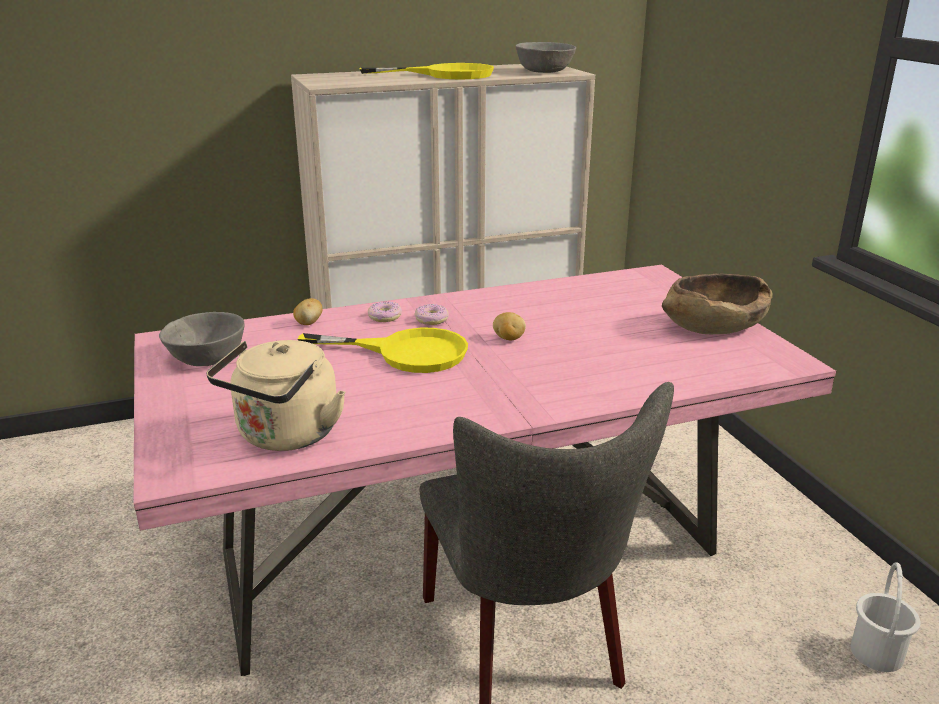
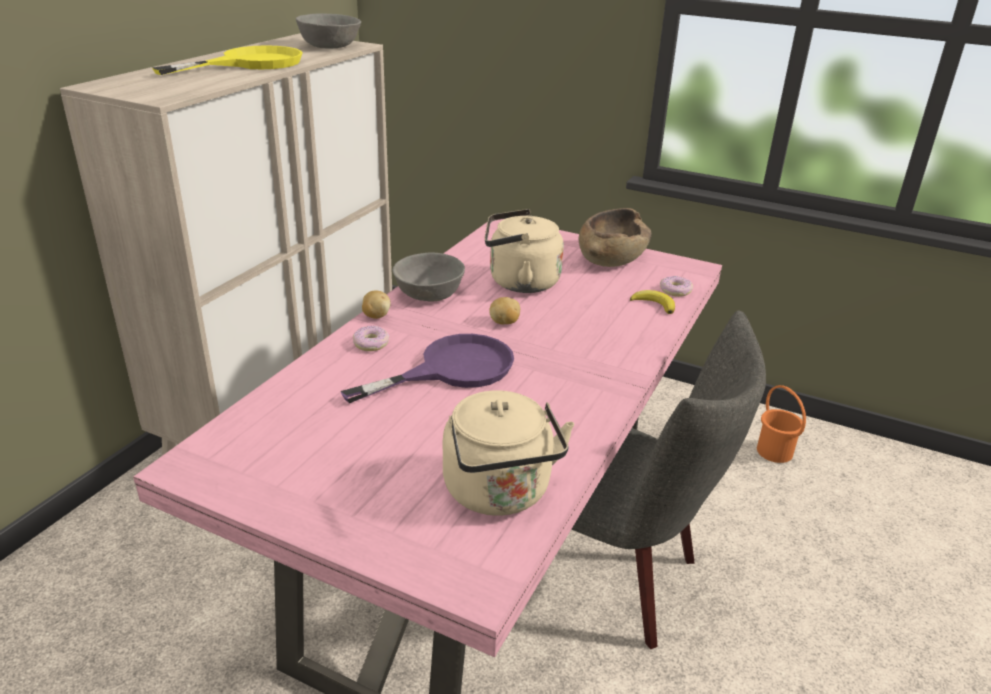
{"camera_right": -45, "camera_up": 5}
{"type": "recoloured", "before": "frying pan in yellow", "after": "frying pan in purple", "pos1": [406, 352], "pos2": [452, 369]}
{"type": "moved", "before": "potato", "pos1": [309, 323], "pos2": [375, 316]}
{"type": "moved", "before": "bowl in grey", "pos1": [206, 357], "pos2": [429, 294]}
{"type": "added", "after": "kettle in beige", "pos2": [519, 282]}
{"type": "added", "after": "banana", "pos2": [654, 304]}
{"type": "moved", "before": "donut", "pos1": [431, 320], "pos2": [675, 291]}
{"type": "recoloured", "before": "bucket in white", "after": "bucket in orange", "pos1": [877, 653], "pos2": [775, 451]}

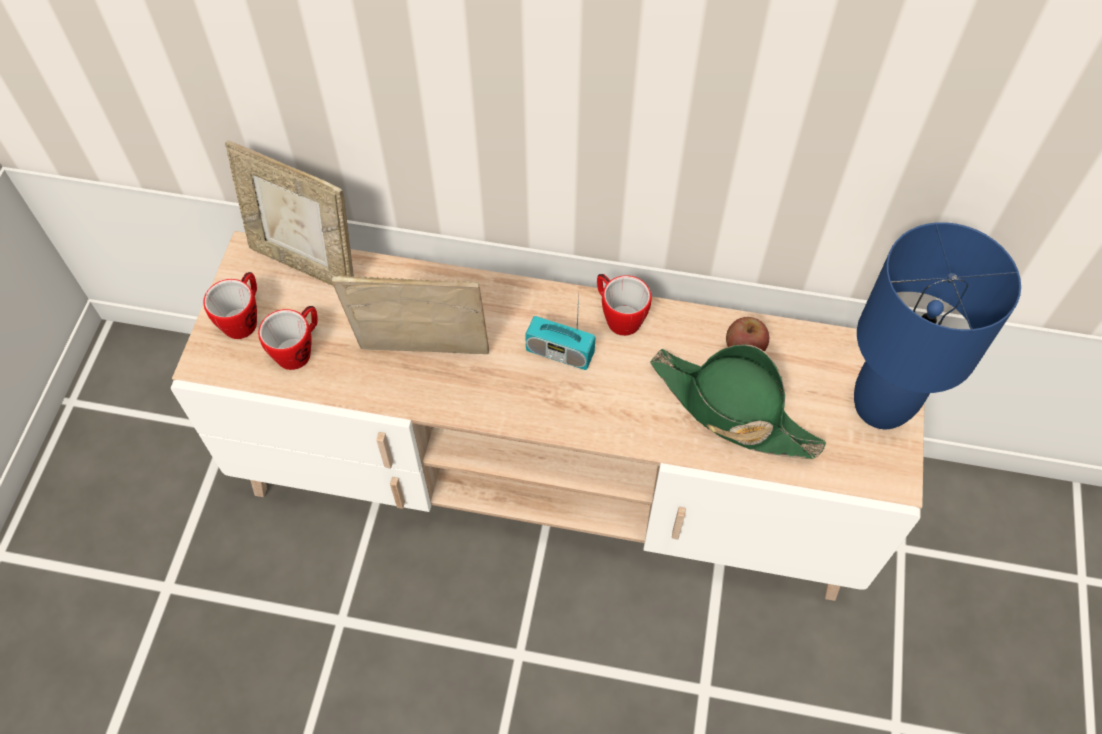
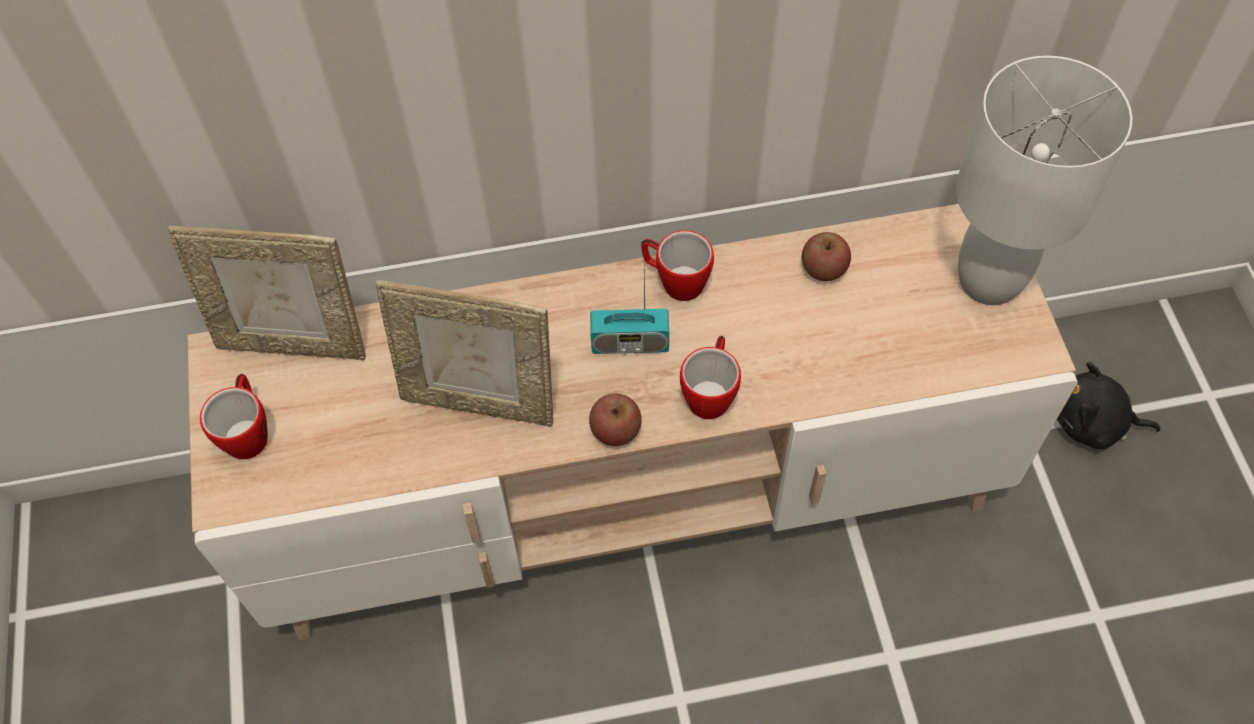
{"camera_right": -20, "camera_up": 0}
{"type": "turned", "before": "picture frame", "pos1": [423, 357], "pos2": [480, 401], "turn": -150}
{"type": "added", "after": "apple", "pos2": [615, 430]}
{"type": "moved", "before": "mug", "pos1": [299, 349], "pos2": [710, 392]}
{"type": "recoloured", "before": "table lamp in blue", "after": "table lamp in white", "pos1": [880, 407], "pos2": [988, 282]}
{"type": "added", "after": "plush toy in black", "pos2": [1092, 423]}
{"type": "removed", "before": "hat in green", "pos1": [732, 409]}

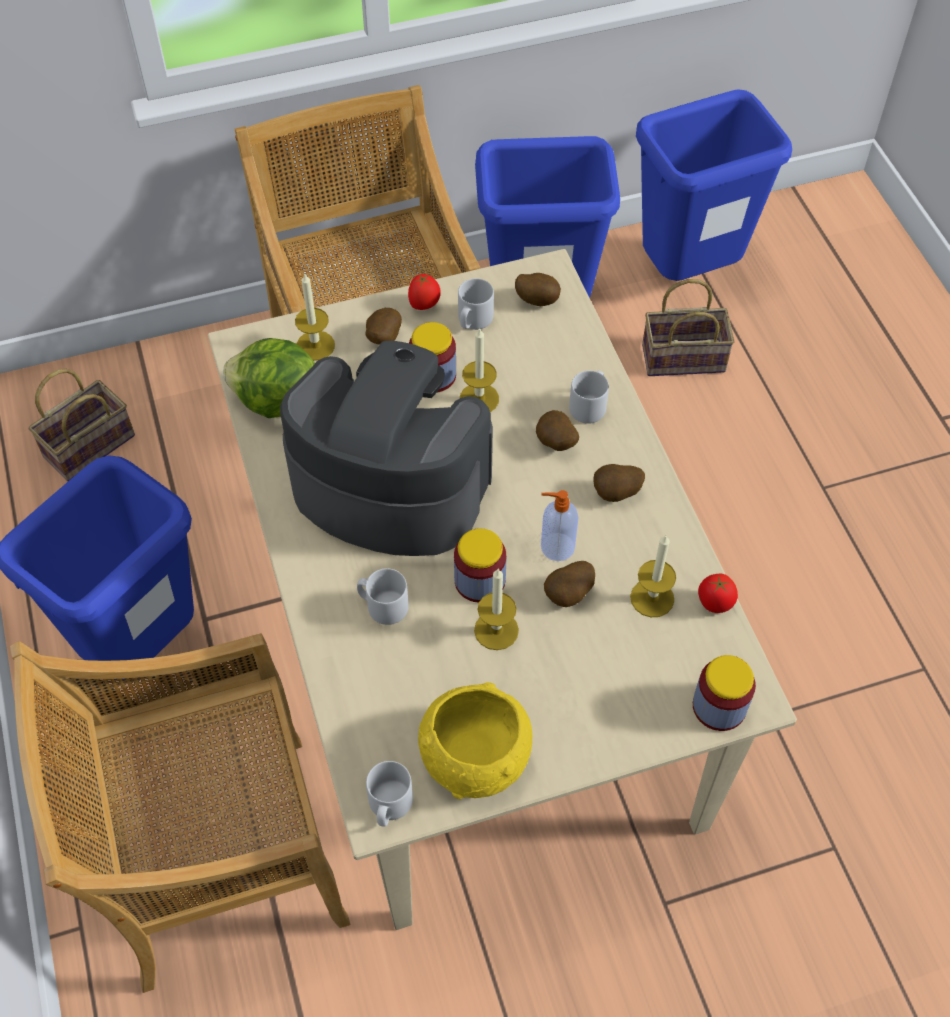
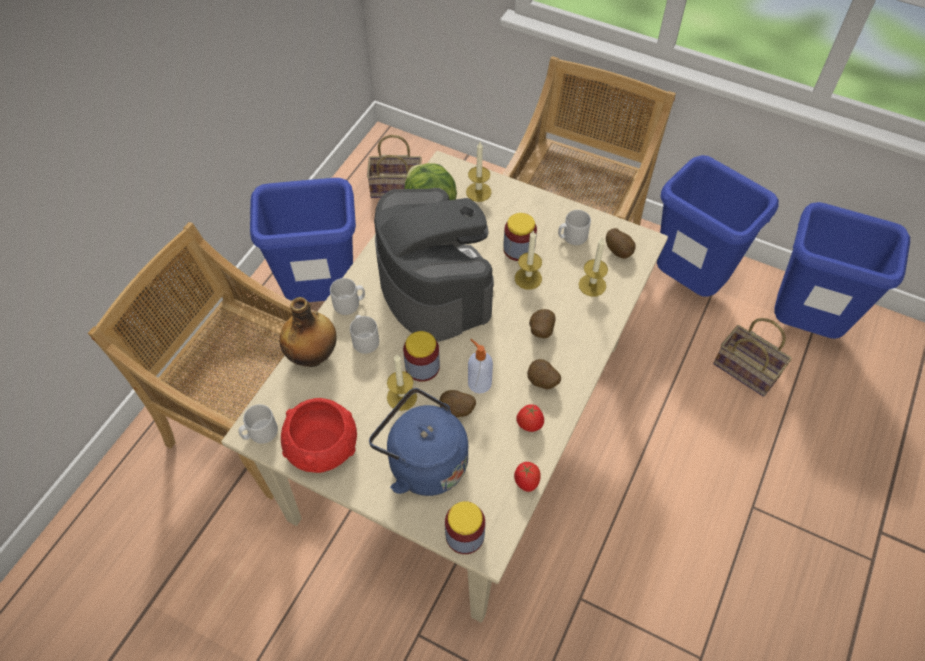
{"camera_right": 45, "camera_up": 0}
{"type": "added", "after": "bottle", "pos2": [313, 355]}
{"type": "recoloured", "before": "bowl in yellow", "after": "bowl in red", "pos1": [475, 755], "pos2": [322, 446]}
{"type": "moved", "before": "mug in grey", "pos1": [589, 406], "pos2": [349, 304]}
{"type": "added", "after": "kettle in blue", "pos2": [423, 462]}
{"type": "moved", "before": "tomato", "pos1": [424, 305], "pos2": [529, 425]}
{"type": "moved", "before": "candle", "pos1": [652, 598], "pos2": [592, 285]}
{"type": "removed", "before": "potato", "pos1": [383, 339]}

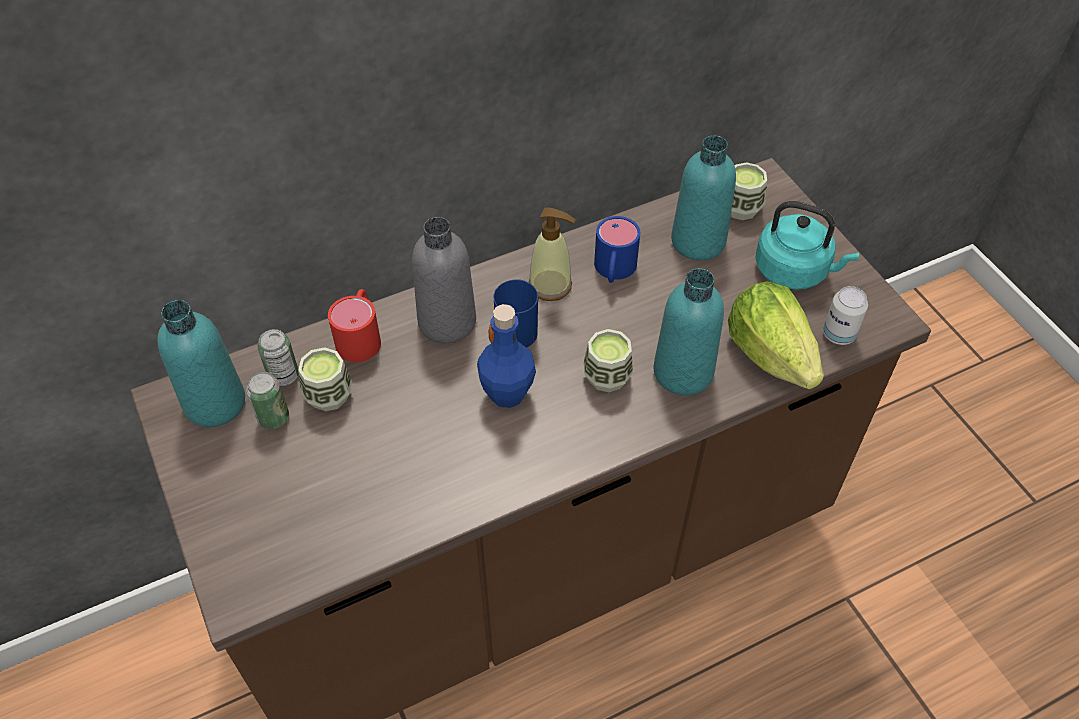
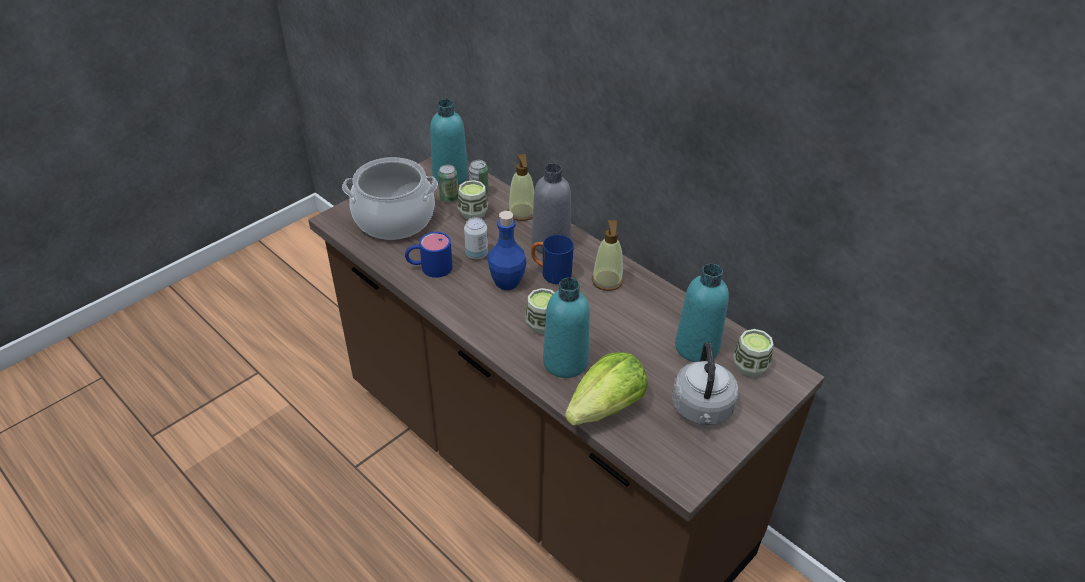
{"camera_right": 70, "camera_up": -10}
{"type": "added", "after": "cooking pot", "pos2": [394, 219]}
{"type": "moved", "before": "mug in blue", "pos1": [613, 271], "pos2": [429, 267]}
{"type": "moved", "before": "can", "pos1": [838, 334], "pos2": [476, 254]}
{"type": "replaced", "before": "mug in red", "after": "soap dispenser", "pos1": [360, 335], "pos2": [522, 213]}
{"type": "recoloured", "before": "kettle in turquoise", "after": "kettle in grey", "pos1": [795, 271], "pos2": [701, 410]}

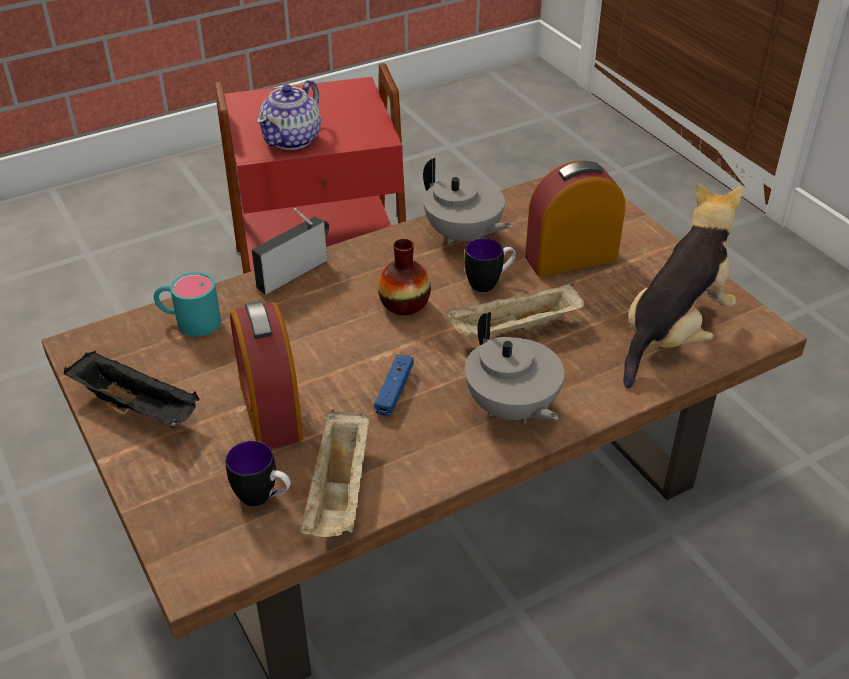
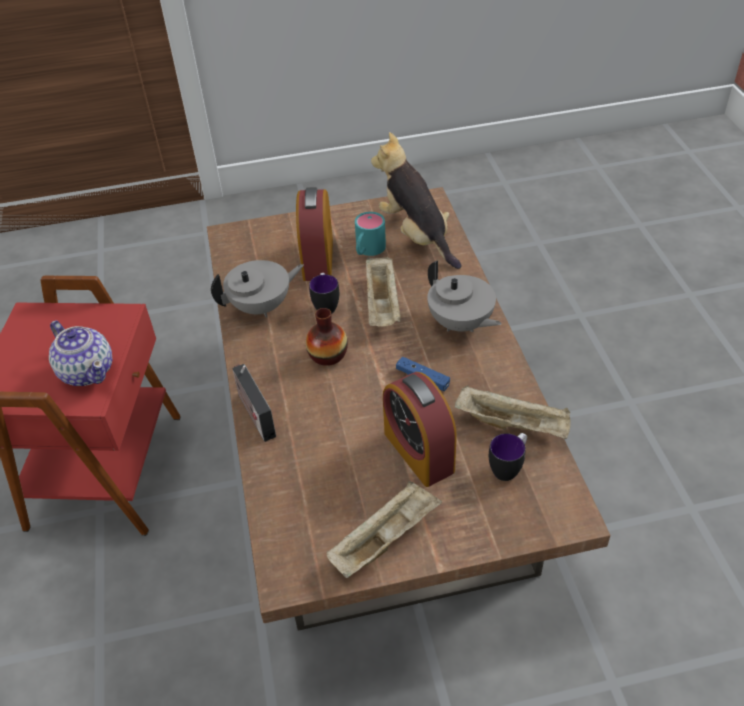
{"camera_right": -70, "camera_up": 5}
{"type": "recoloured", "before": "tray in black", "after": "tray in beige", "pos1": [138, 407], "pos2": [385, 539]}
{"type": "moved", "before": "mug in turquoise", "pos1": [189, 321], "pos2": [367, 250]}
{"type": "turned", "before": "alarm clock", "pos1": [270, 410], "pos2": [419, 452], "turn": 60}
{"type": "turned", "before": "teapot in grey", "pos1": [511, 408], "pos2": [460, 324], "turn": 60}

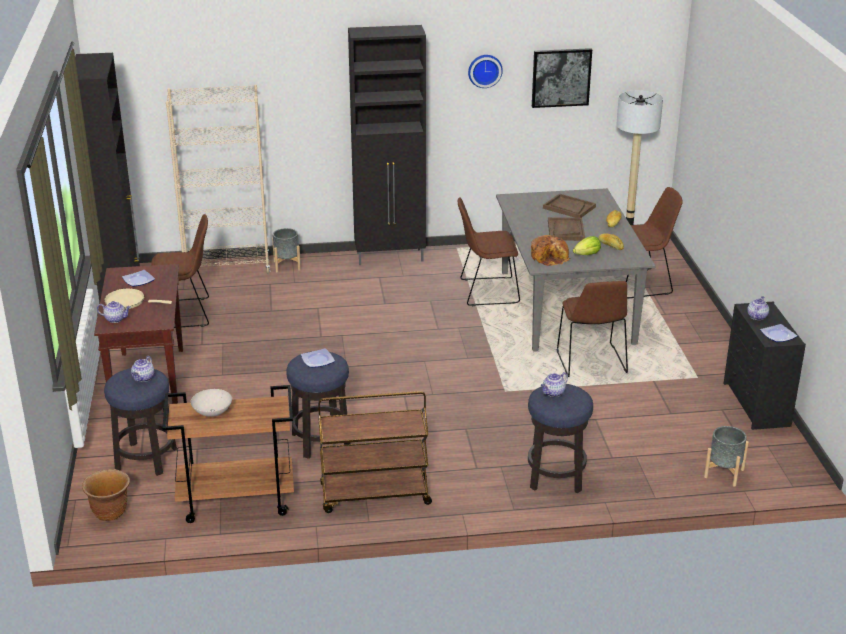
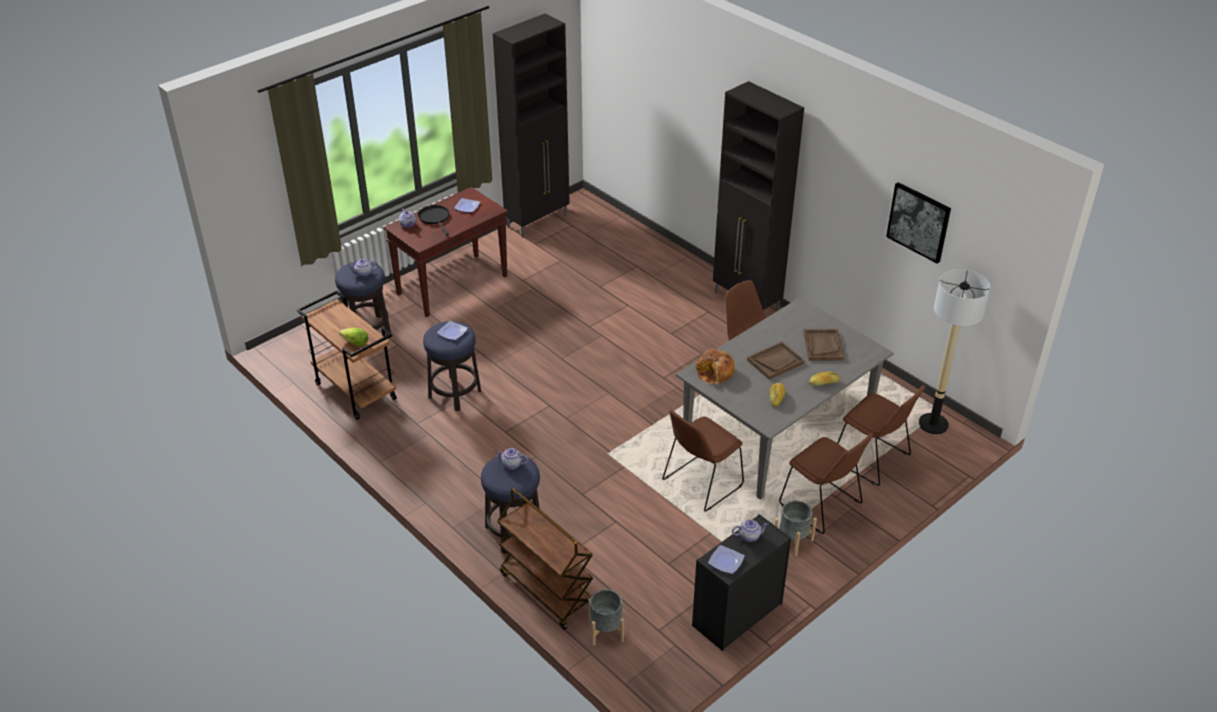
{"camera_right": 55, "camera_up": 10}
{"type": "moved", "before": "lettuce", "pos1": [587, 255], "pos2": [356, 343]}
{"type": "recoloured", "before": "frying pan in beige", "after": "frying pan in black", "pos1": [128, 302], "pos2": [435, 218]}
{"type": "moved", "before": "cart in brown", "pos1": [374, 496], "pos2": [546, 590]}
{"type": "moved", "before": "planter in grey", "pos1": [287, 265], "pos2": [793, 540]}
{"type": "moved", "before": "chair in brown", "pos1": [185, 313], "pos2": [822, 506]}
{"type": "removed", "before": "planter in brown", "pos1": [110, 512]}
{"type": "removed", "before": "bookcase in beige", "pos1": [227, 268]}
{"type": "removed", "before": "bowl in white", "pos1": [213, 413]}
{"type": "removed", "before": "wall clock", "pos1": [484, 70]}

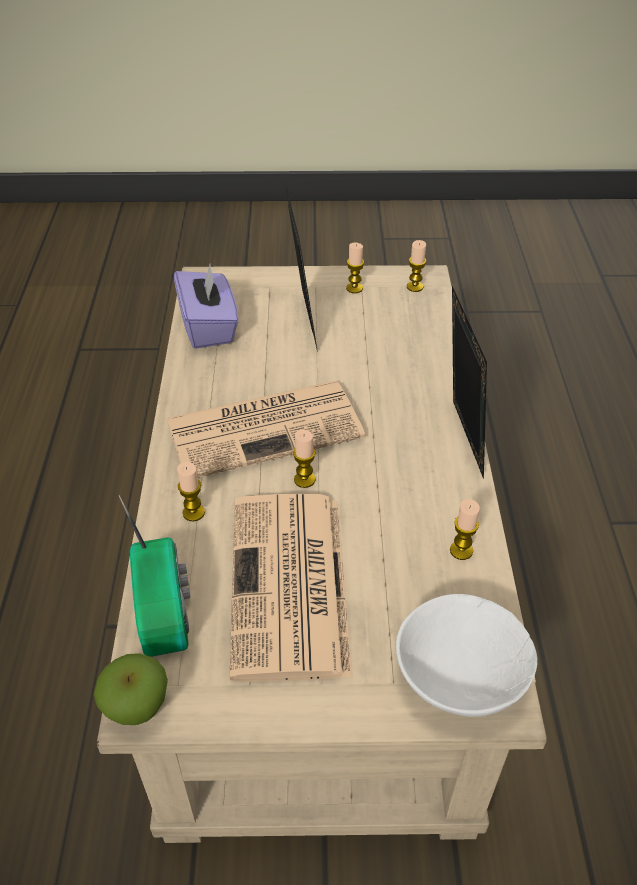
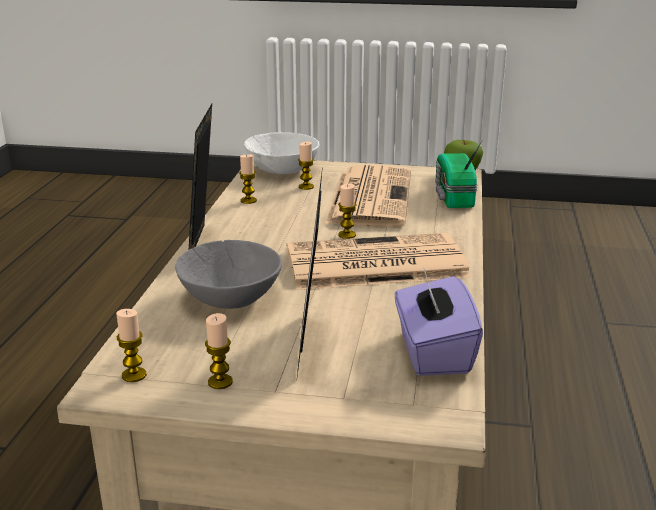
{"camera_right": -170, "camera_up": -20}
{"type": "added", "after": "bowl in grey", "pos2": [231, 297]}
{"type": "moved", "before": "candle", "pos1": [193, 513], "pos2": [306, 187]}

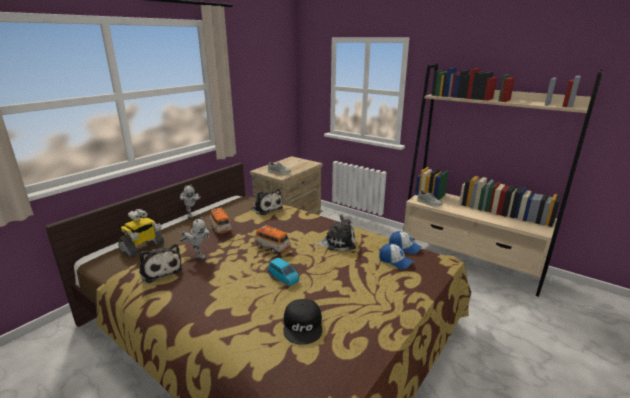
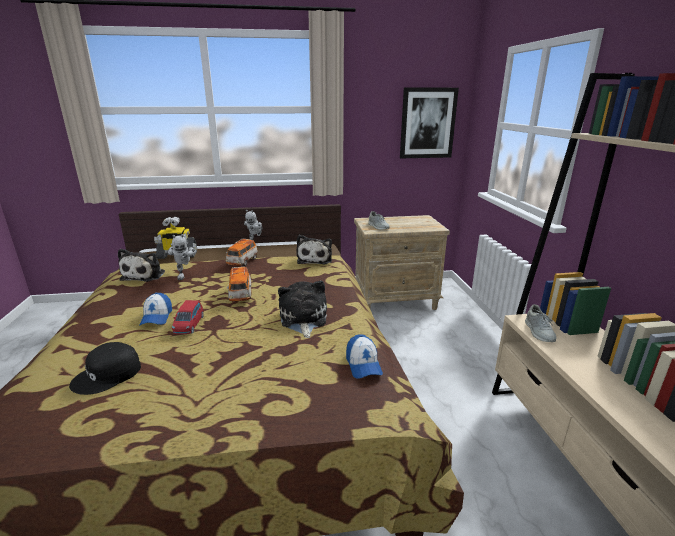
{"camera_right": 45, "camera_up": 0}
{"type": "moved", "before": "cap", "pos1": [395, 261], "pos2": [156, 317]}
{"type": "recoloured", "before": "toy car in blue", "after": "toy car in red", "pos1": [283, 278], "pos2": [189, 325]}
{"type": "turned", "before": "plush toy", "pos1": [337, 242], "pos2": [303, 319], "turn": -135}
{"type": "added", "after": "picture", "pos2": [427, 123]}

